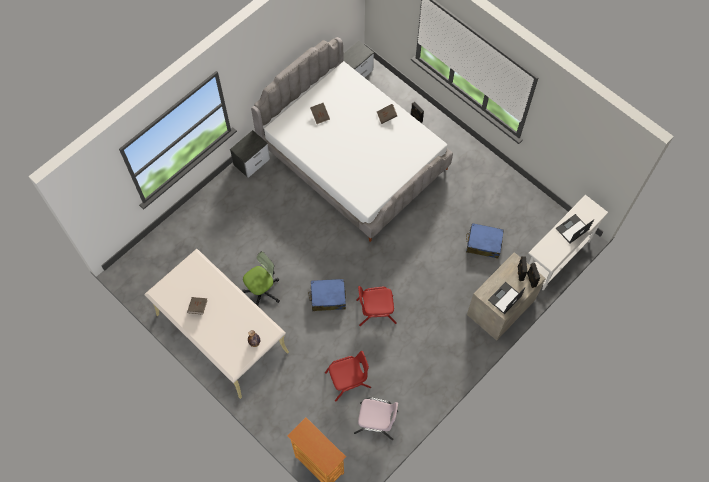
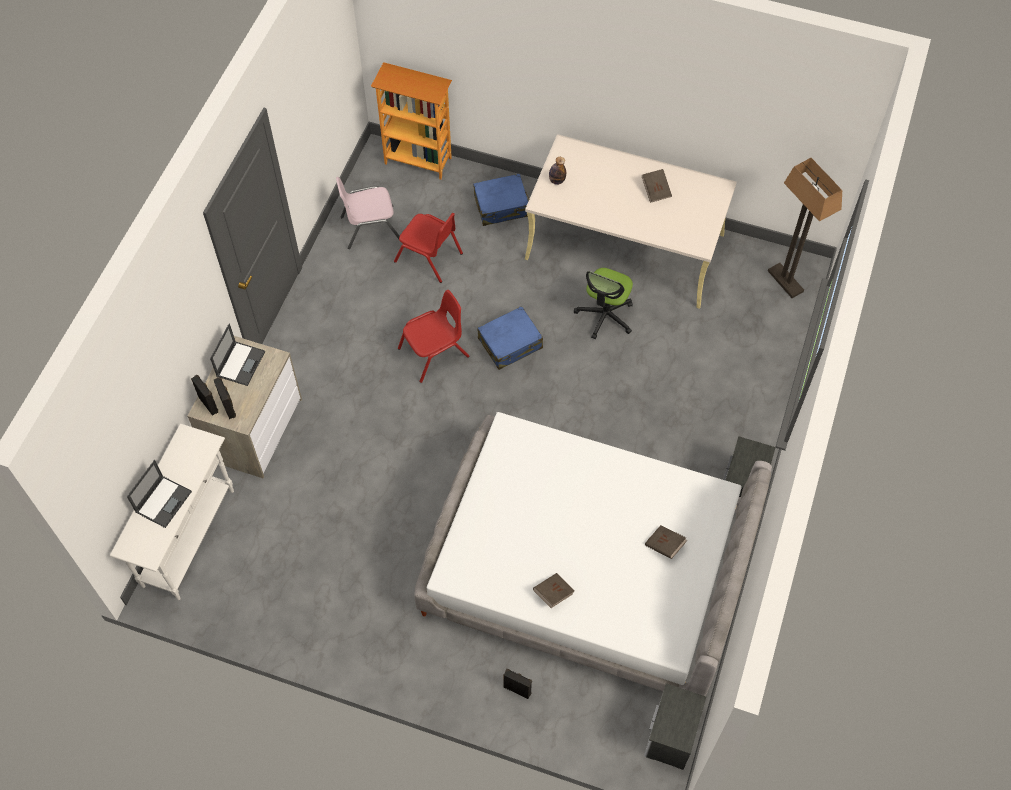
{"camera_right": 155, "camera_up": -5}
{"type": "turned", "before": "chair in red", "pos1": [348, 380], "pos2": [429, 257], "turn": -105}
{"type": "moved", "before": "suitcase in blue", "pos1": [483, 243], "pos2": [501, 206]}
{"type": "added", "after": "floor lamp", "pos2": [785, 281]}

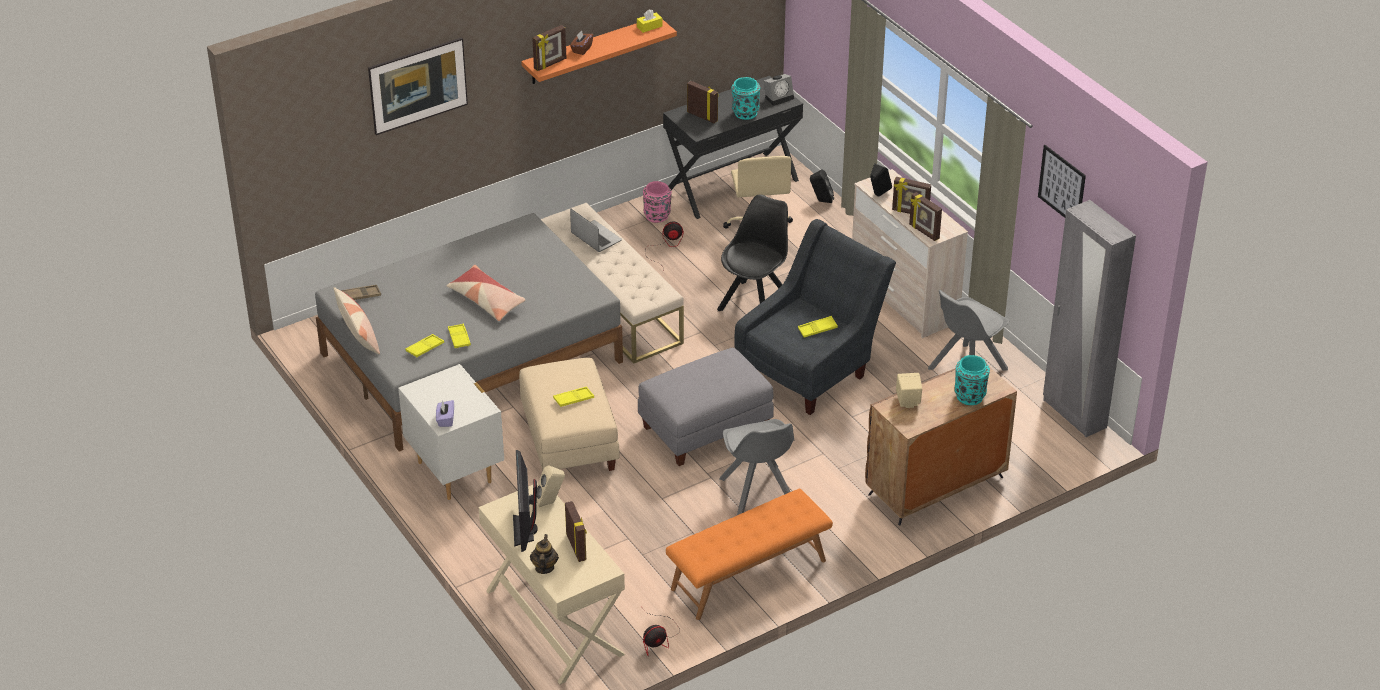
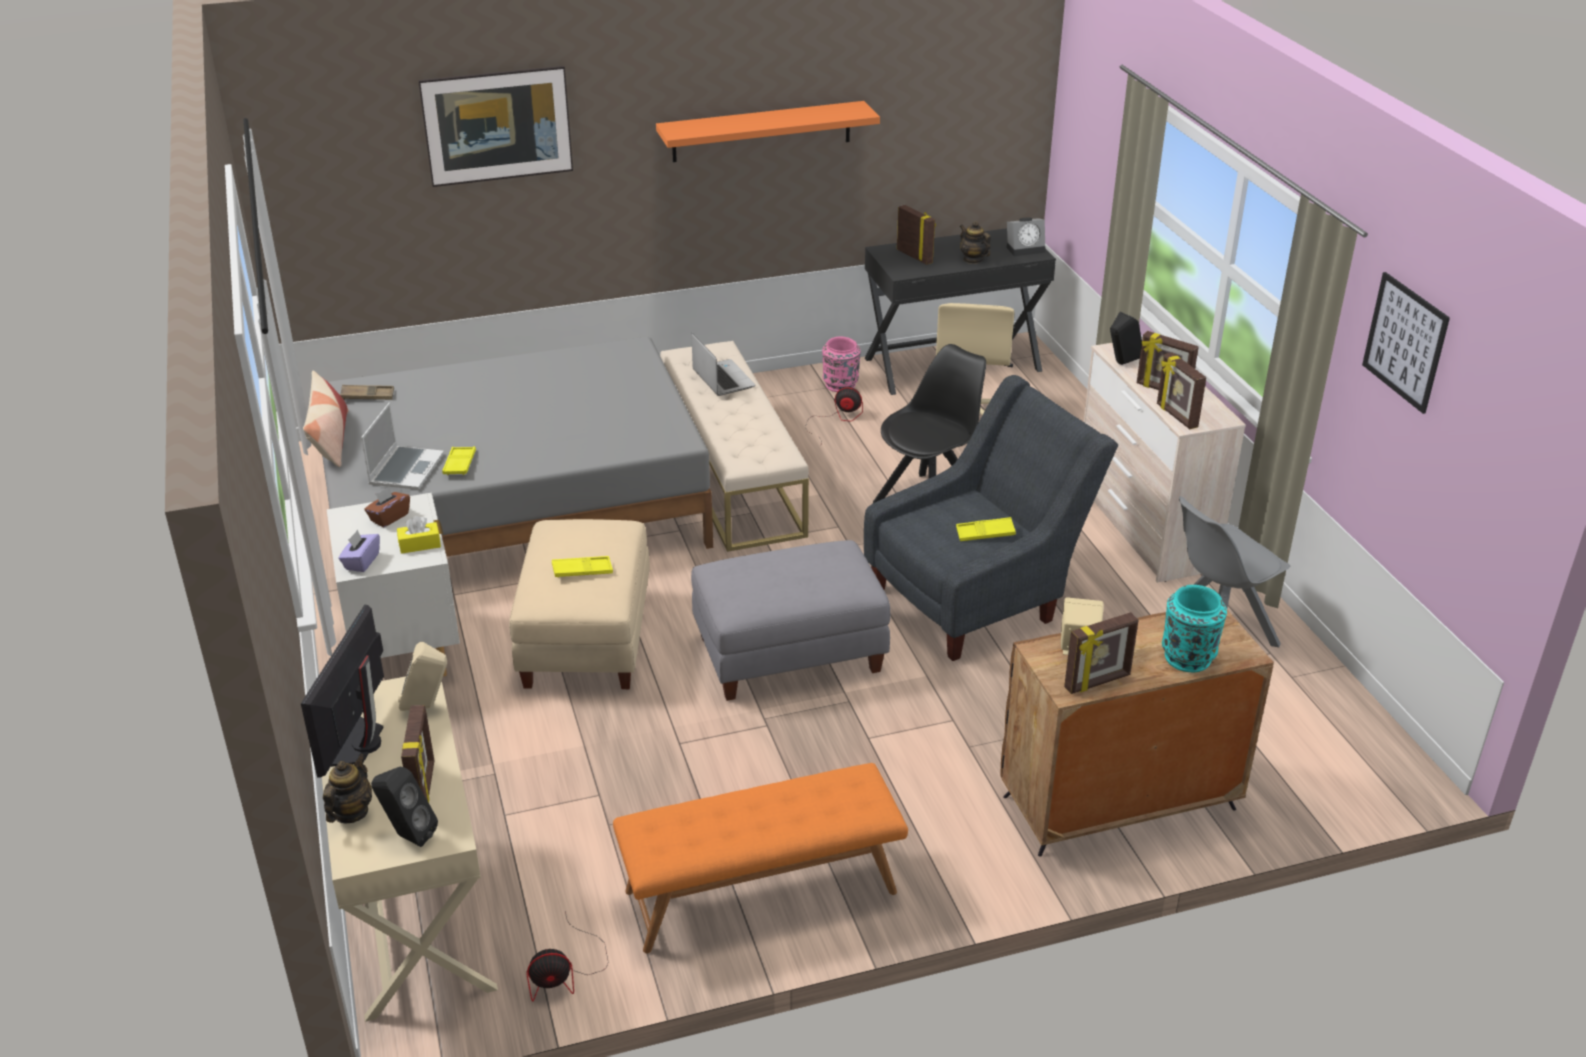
{"camera_right": 15, "camera_up": -5}
{"type": "replaced", "before": "tray in yellow", "after": "laptop", "pos1": [425, 348], "pos2": [406, 469]}
{"type": "moved", "before": "tissue box in brown", "pos1": [581, 49], "pos2": [389, 517]}
{"type": "moved", "before": "speaker in black", "pos1": [821, 201], "pos2": [407, 835]}
{"type": "moved", "before": "tissue box in yellow", "pos1": [649, 26], "pos2": [420, 544]}
{"type": "replaced", "before": "vase in turquoise", "after": "teapot", "pos1": [745, 113], "pos2": [973, 259]}
{"type": "moved", "before": "picture frame", "pos1": [550, 64], "pos2": [1098, 682]}
{"type": "removed", "before": "pillow", "pos1": [487, 300]}
{"type": "removed", "before": "chair in grey", "pos1": [758, 493]}
{"type": "removed", "before": "wardrobe in grey", "pos1": [1074, 414]}

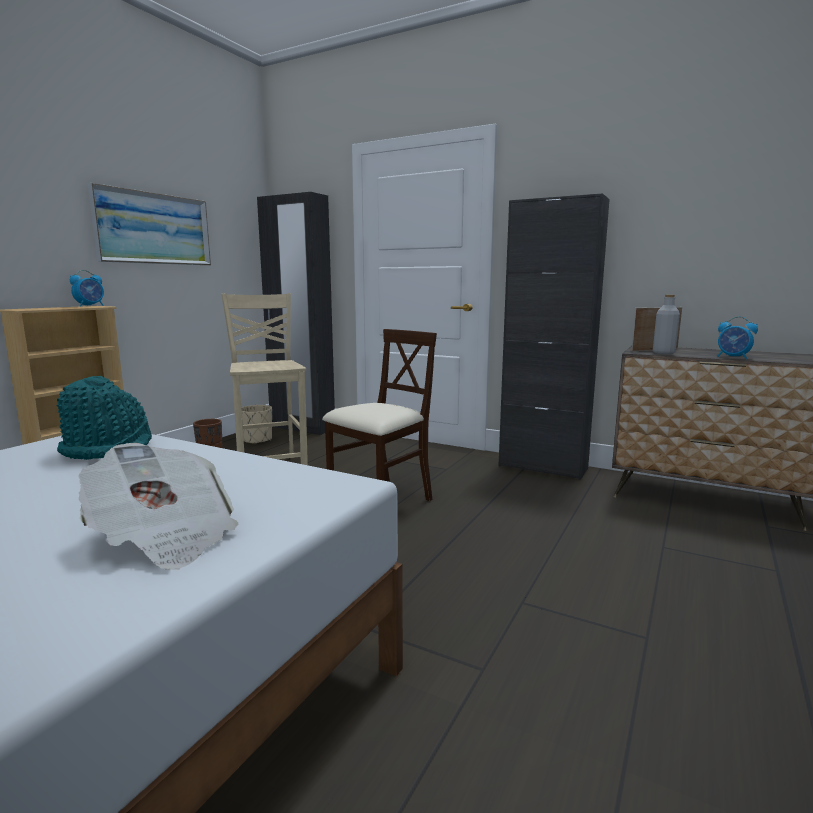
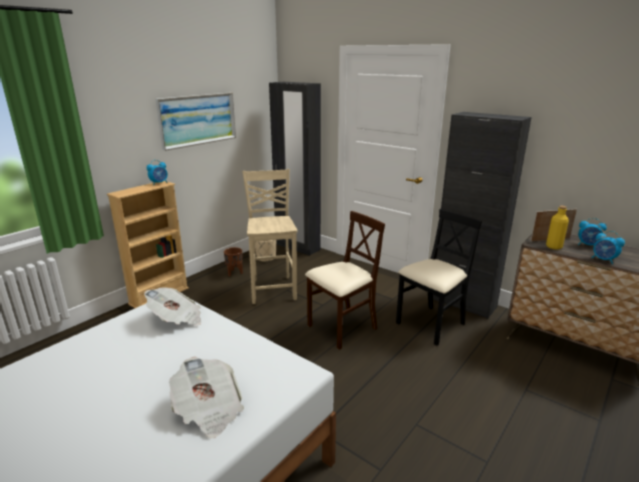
{"camera_right": 10, "camera_up": 10}
{"type": "replaced", "before": "hat in turquoise", "after": "newspaper", "pos1": [108, 448], "pos2": [177, 319]}
{"type": "added", "after": "chair in black", "pos2": [431, 324]}
{"type": "recoloured", "before": "bottle in grey", "after": "bottle in yellow", "pos1": [663, 353], "pos2": [553, 247]}
{"type": "added", "after": "alarm clock", "pos2": [588, 245]}

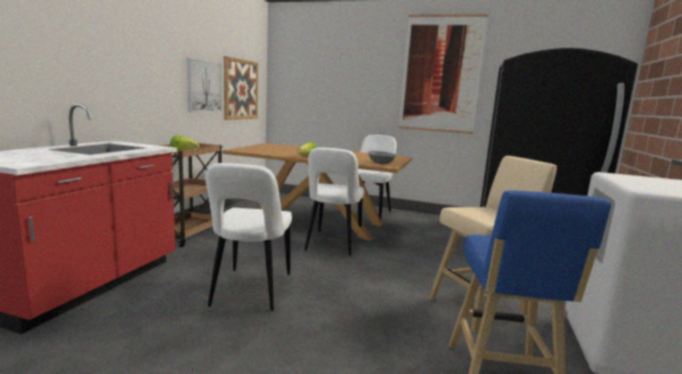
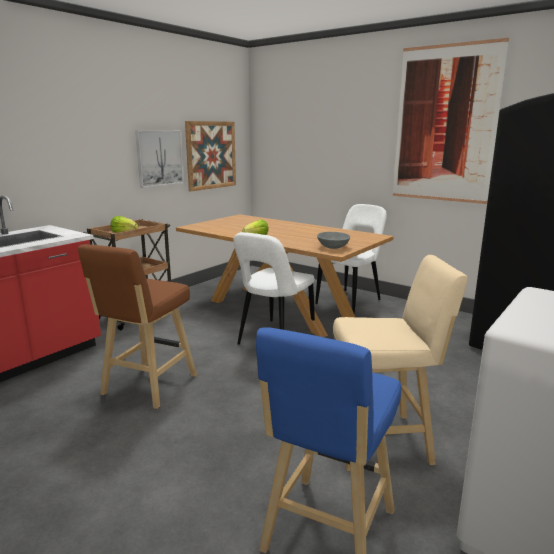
{"camera_right": 20, "camera_up": 5}
{"type": "replaced", "before": "chair in white", "after": "stool in brown", "pos1": [250, 291], "pos2": [147, 387]}

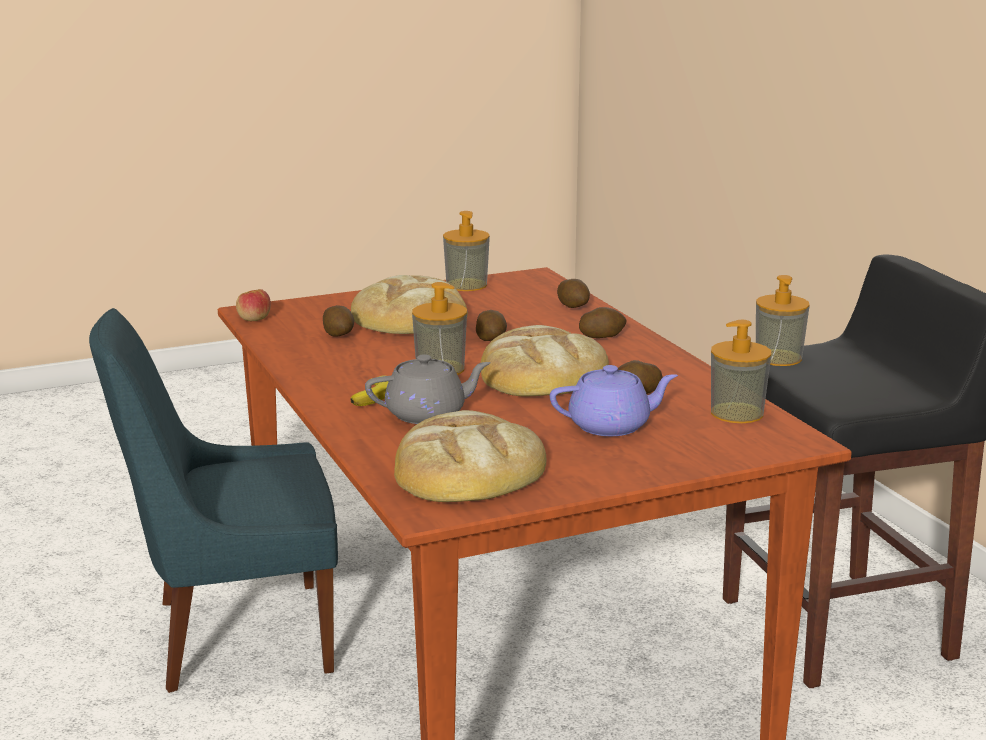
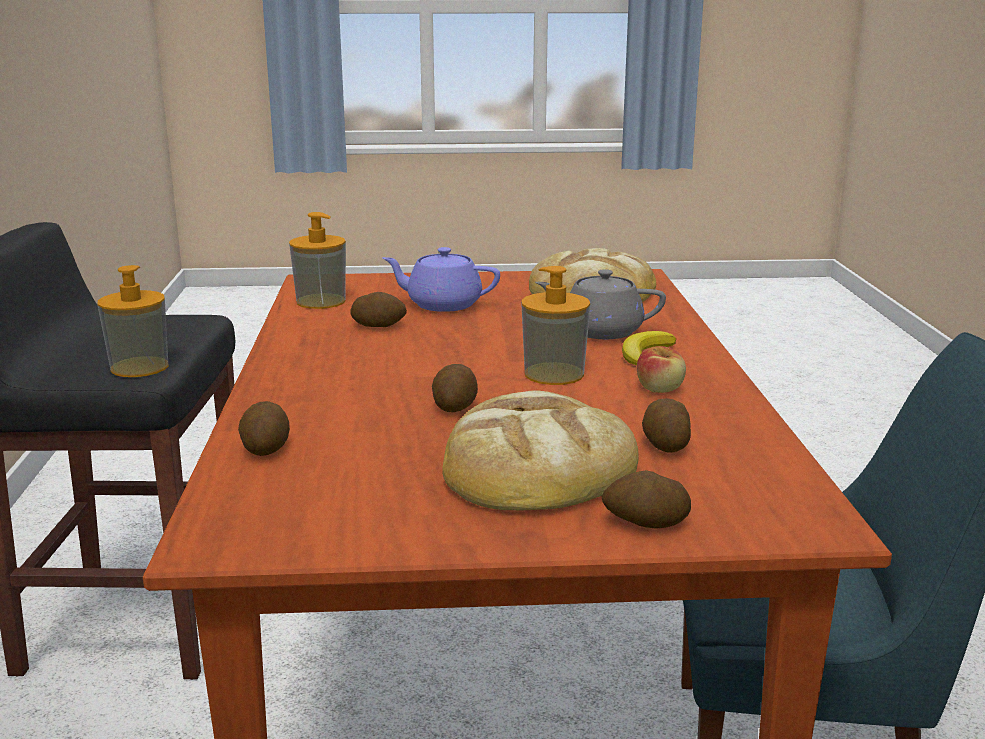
{"camera_right": -160, "camera_up": 0}
{"type": "moved", "before": "potato", "pos1": [602, 336], "pos2": [645, 523]}
{"type": "moved", "before": "apple", "pos1": [253, 319], "pos2": [660, 389]}
{"type": "removed", "before": "soap dispenser", "pos1": [466, 285]}
{"type": "removed", "before": "bread", "pos1": [542, 373]}

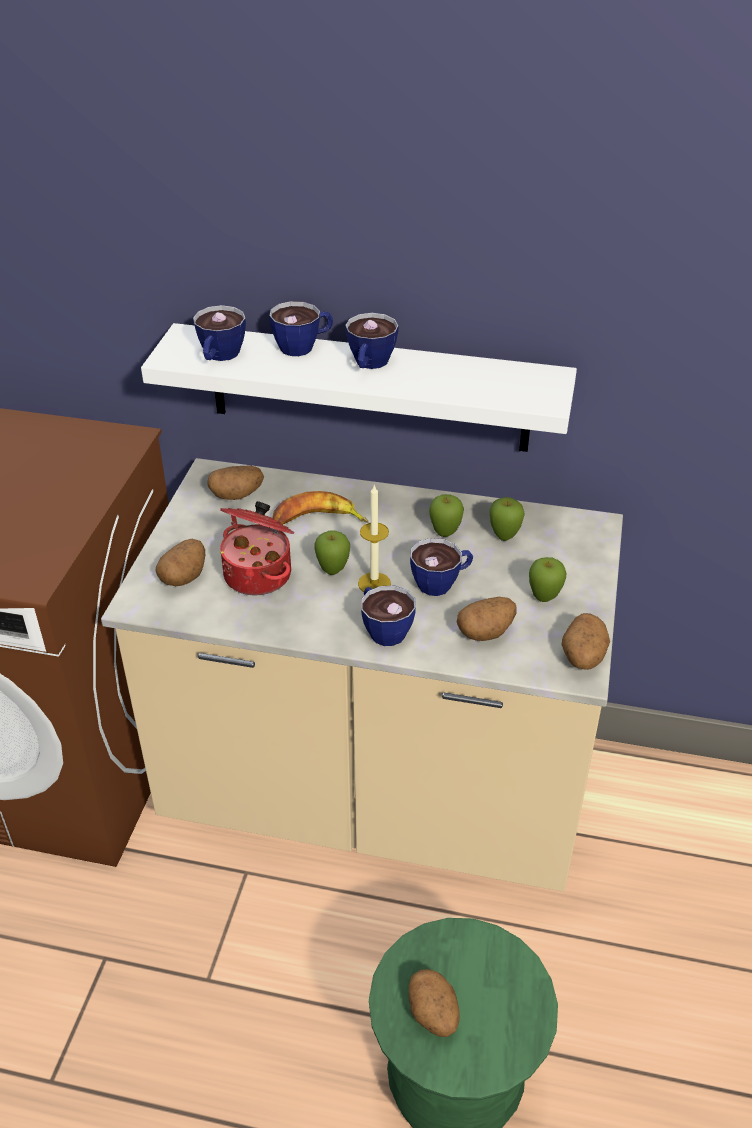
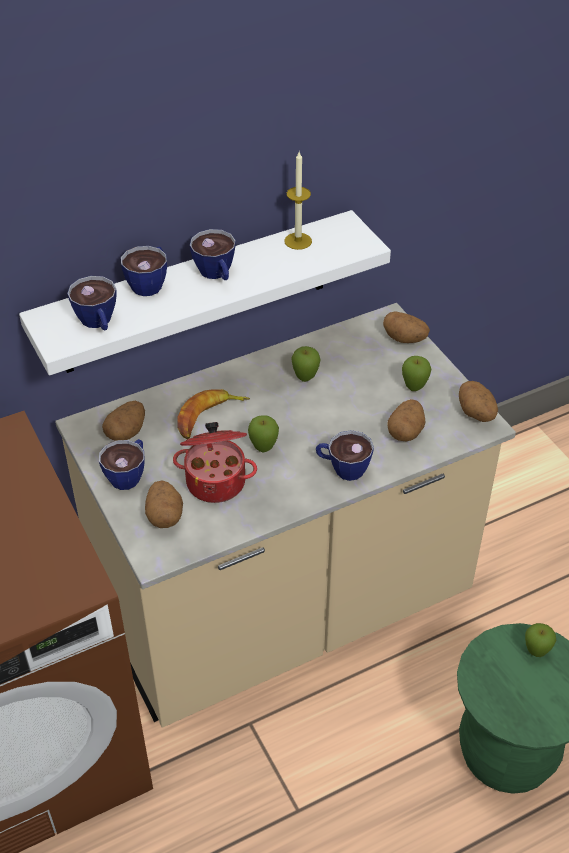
{"camera_right": -40, "camera_up": 5}
{"type": "moved", "before": "cup", "pos1": [442, 582], "pos2": [129, 474]}
{"type": "moved", "before": "candle", "pos1": [374, 583], "pos2": [298, 241]}
{"type": "moved", "before": "potato", "pos1": [433, 1014], "pos2": [405, 339]}
{"type": "moved", "before": "apple", "pos1": [504, 537], "pos2": [536, 652]}

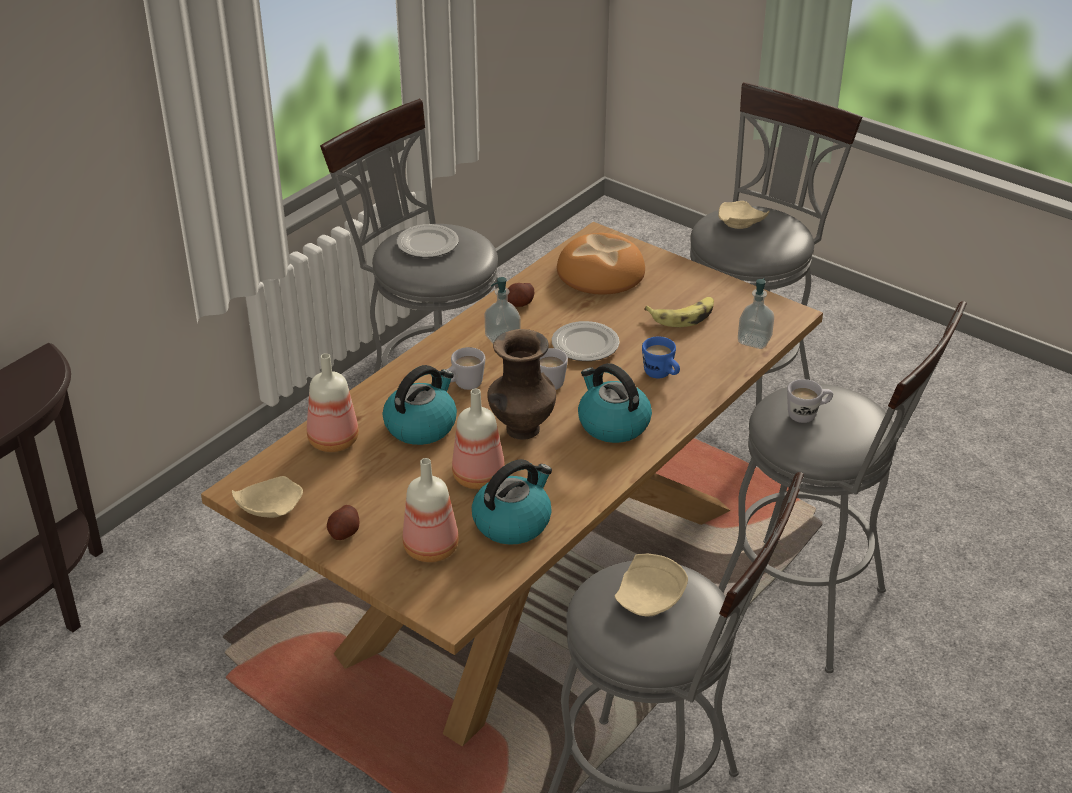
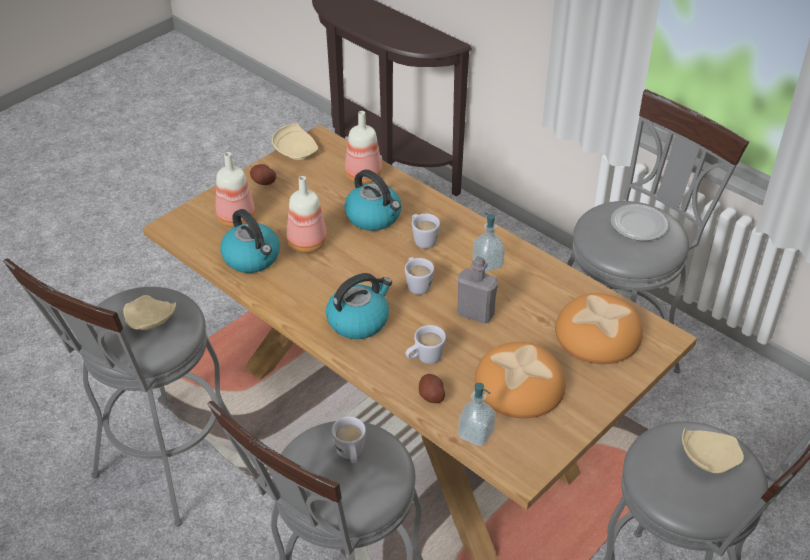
{"camera_right": 95, "camera_up": 5}
{"type": "recoloured", "before": "mug in blue", "after": "mug in white", "pos1": [661, 375], "pos2": [424, 359]}
{"type": "moved", "before": "potato", "pos1": [519, 304], "pos2": [431, 396]}
{"type": "replaced", "before": "plate", "after": "bottle in grey", "pos1": [586, 344], "pos2": [475, 314]}
{"type": "replaced", "before": "banana", "after": "bread", "pos1": [683, 316], "pos2": [520, 385]}
{"type": "removed", "before": "vase in brown", "pos1": [521, 430]}

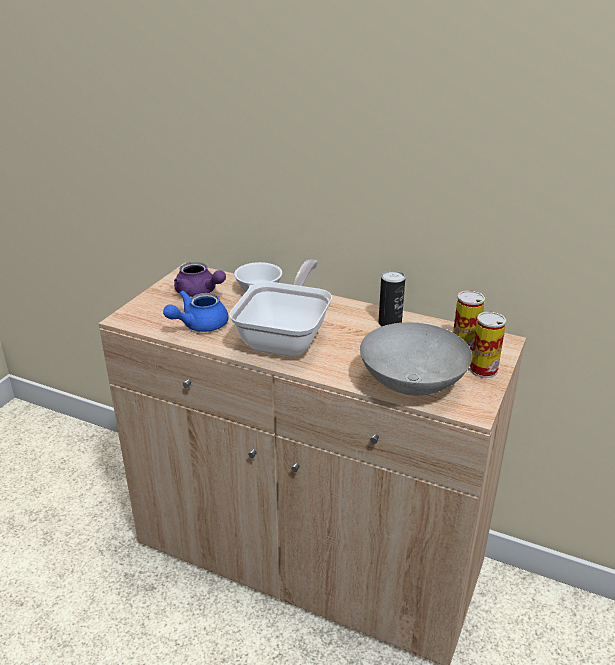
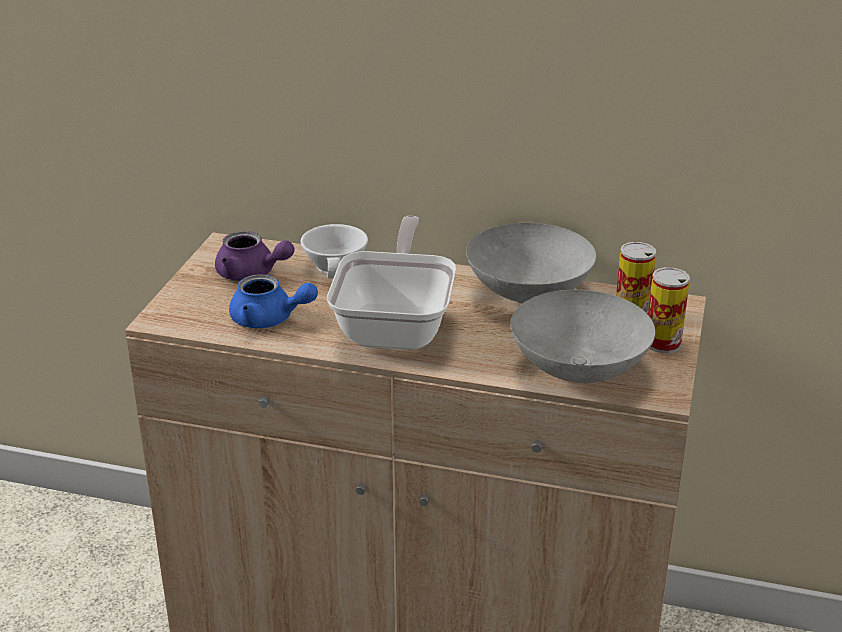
{"camera_right": -10, "camera_up": 0}
{"type": "turned", "before": "teapot in blue", "pos1": [199, 325], "pos2": [269, 320], "turn": -105}
{"type": "replaced", "before": "can", "after": "bowl in grey", "pos1": [390, 323], "pos2": [527, 293]}

